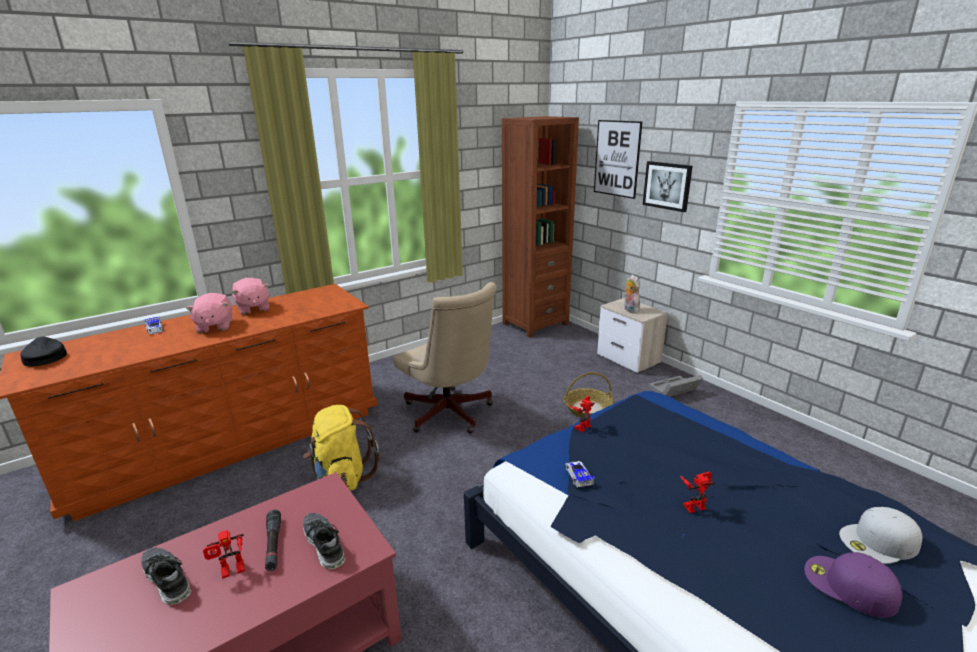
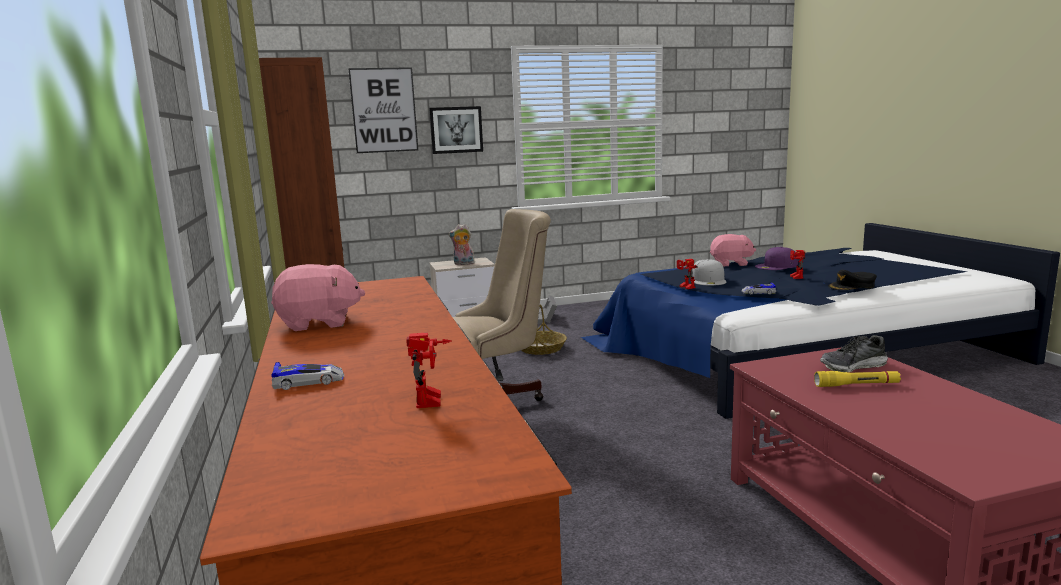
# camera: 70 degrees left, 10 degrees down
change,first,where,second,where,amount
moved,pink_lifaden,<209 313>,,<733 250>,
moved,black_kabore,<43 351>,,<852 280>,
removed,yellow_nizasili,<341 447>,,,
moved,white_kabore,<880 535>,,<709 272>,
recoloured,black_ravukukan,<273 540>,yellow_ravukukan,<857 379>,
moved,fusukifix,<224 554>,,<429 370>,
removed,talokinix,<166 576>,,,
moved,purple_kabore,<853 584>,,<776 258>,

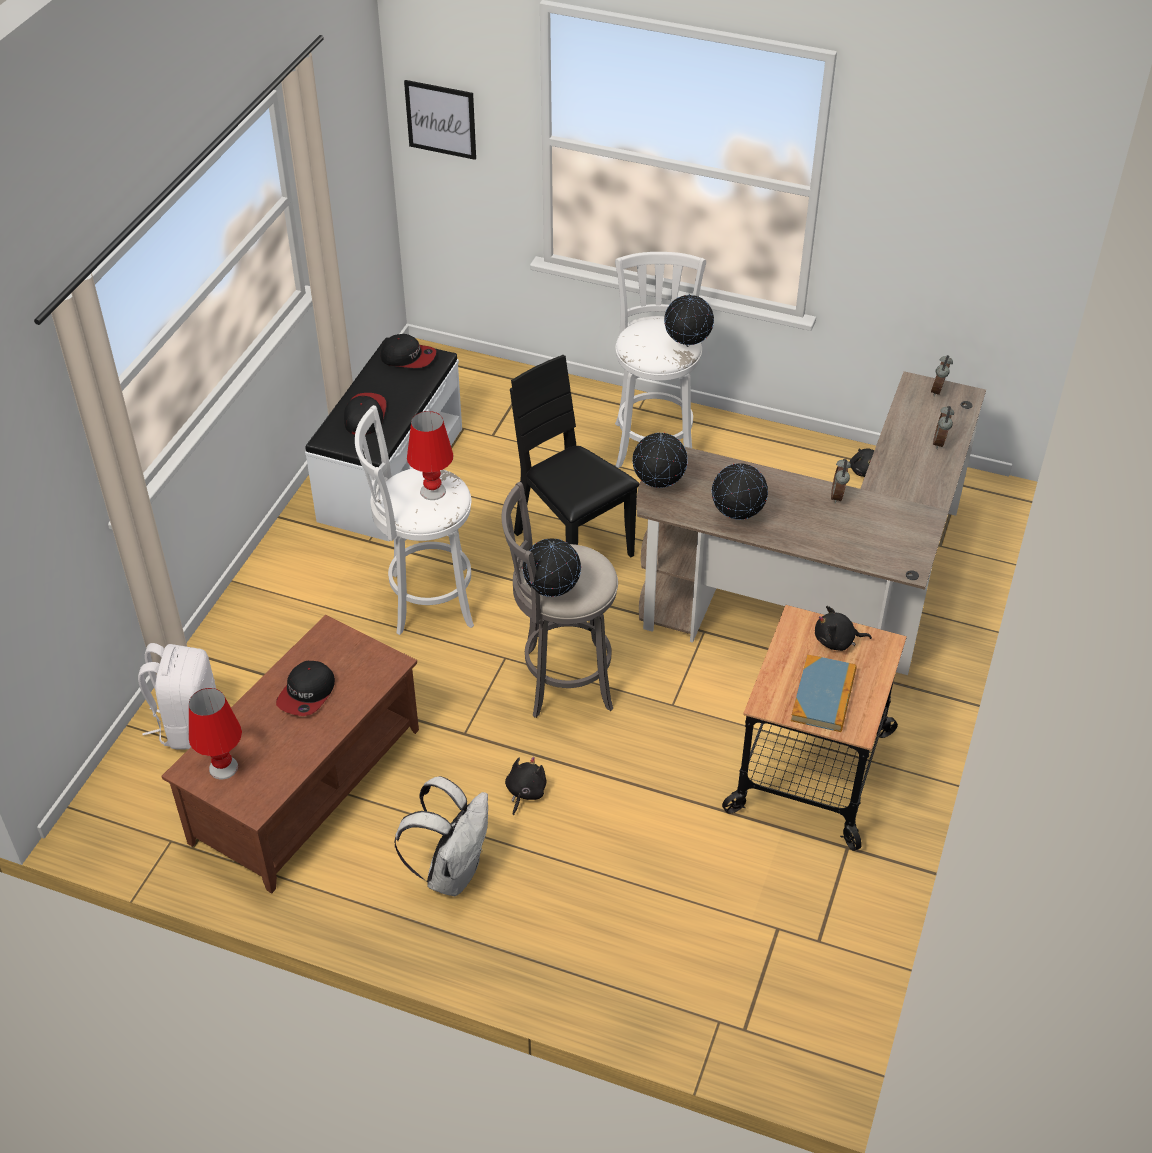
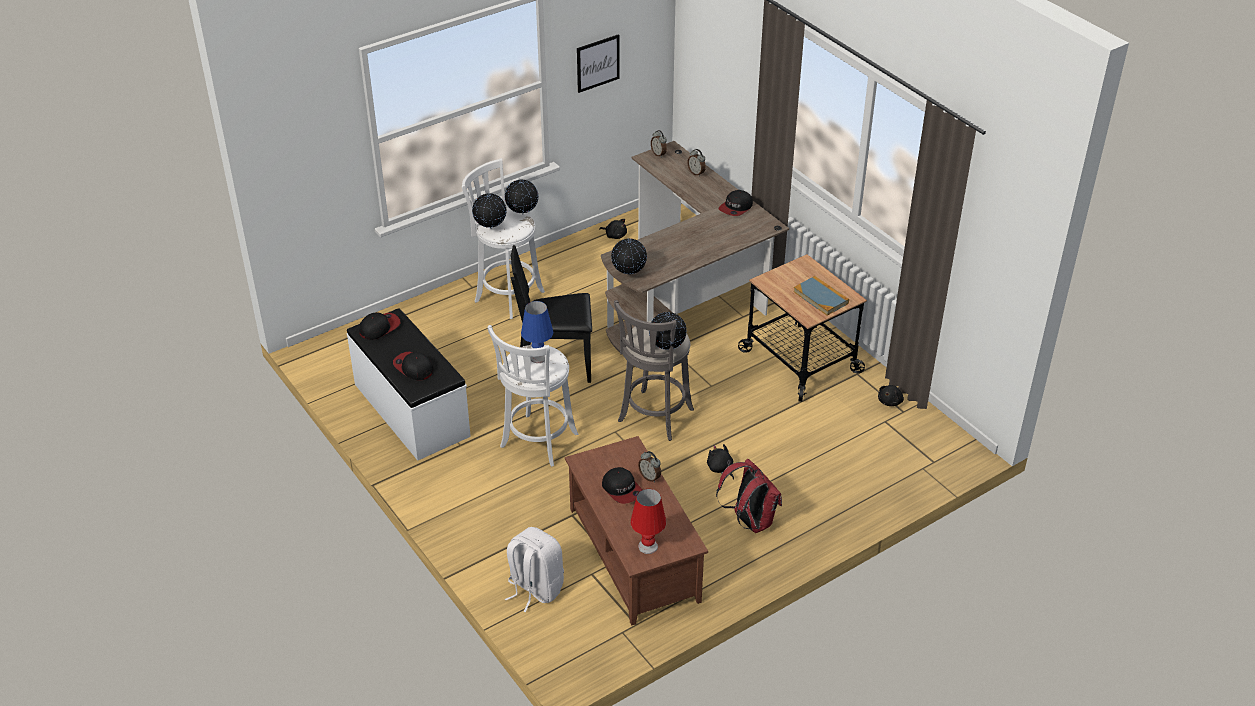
# camera: 55 degrees left, 5 degrees down
change,first,where,second,where,amount
moved,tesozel,<440 120>,,<598 63>,
recoloured,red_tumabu,<430 455>,blue_tumabu,<537 332>,
moved,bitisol,<841 481>,,<649 467>,
moved,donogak,<740 491>,,<489 211>,
moved,black_lifaden,<843 628>,,<891 395>,
recoloured,white_nizasili,<441 836>,red_nizasili,<749 496>,
added,,,kabore,<736 203>,

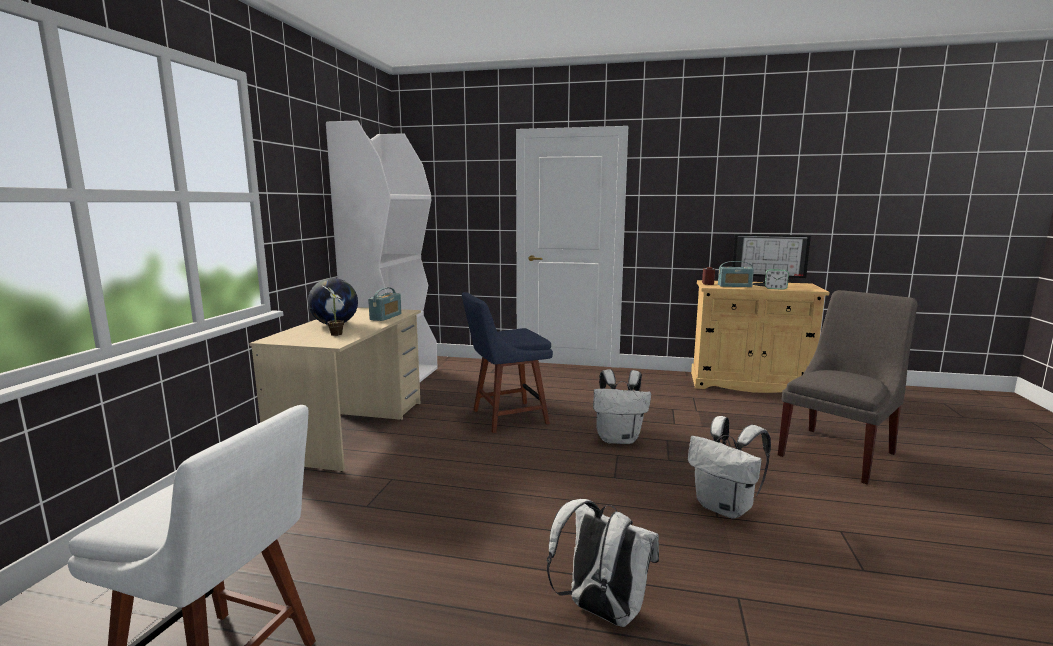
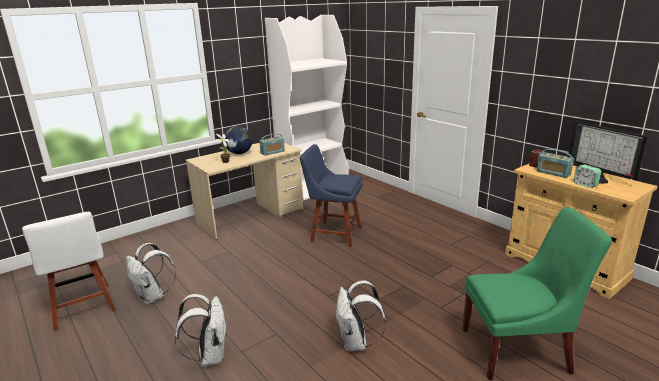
# camera: 40 degrees right, 10 degrees up
change,first,where,second,where,amount
recoloured,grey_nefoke,<848 387>,green_nefoke,<537 293>,
moved,white_nizasili,<622 406>,,<151 273>,

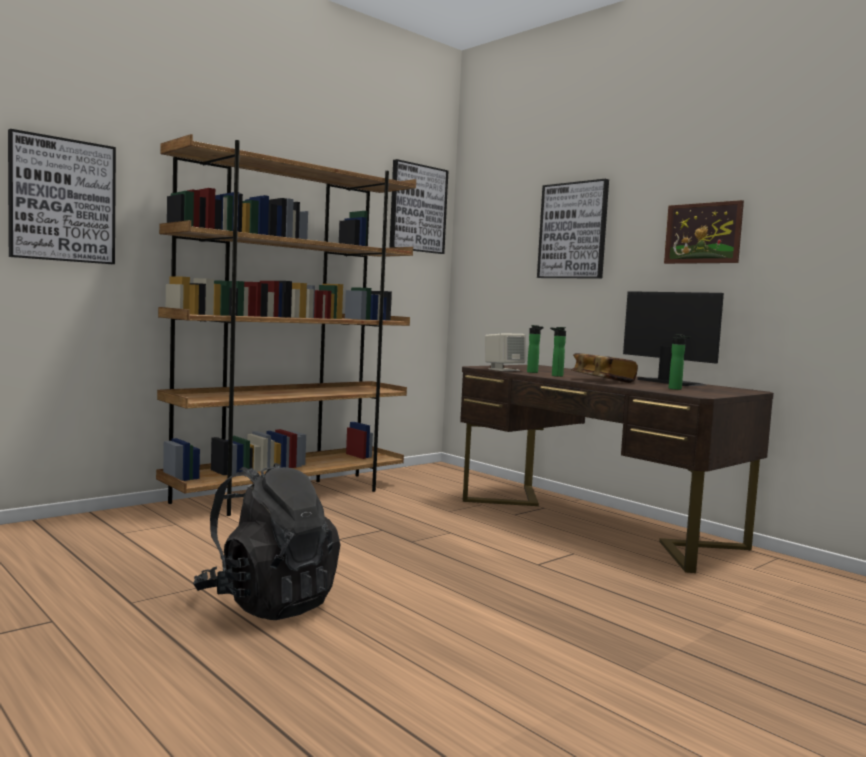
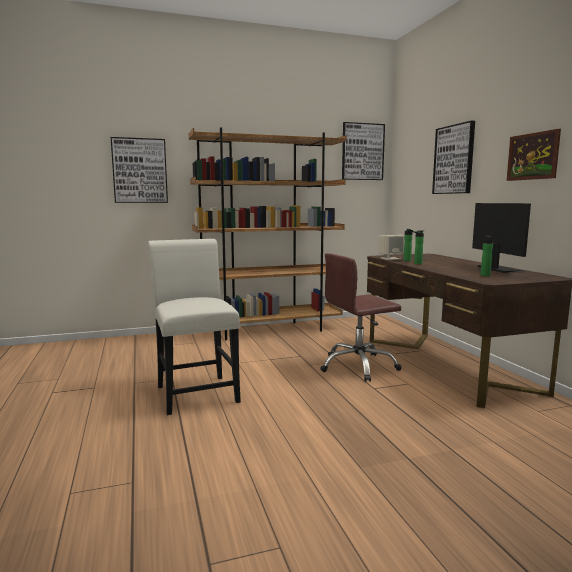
# camera: 25 degrees right, 5 degrees up
change,first,where,second,where,amount
removed,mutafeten,<604 368>,,,
replaced,black_nizasili,<266 541>,white_nefoke,<194 327>,
added,,,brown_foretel,<360 317>,

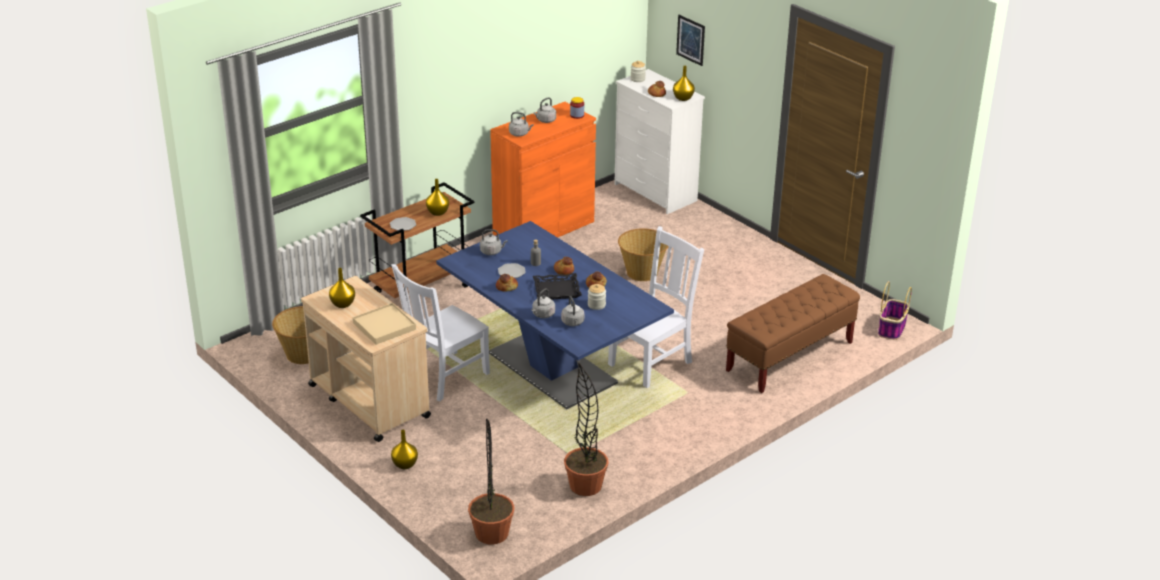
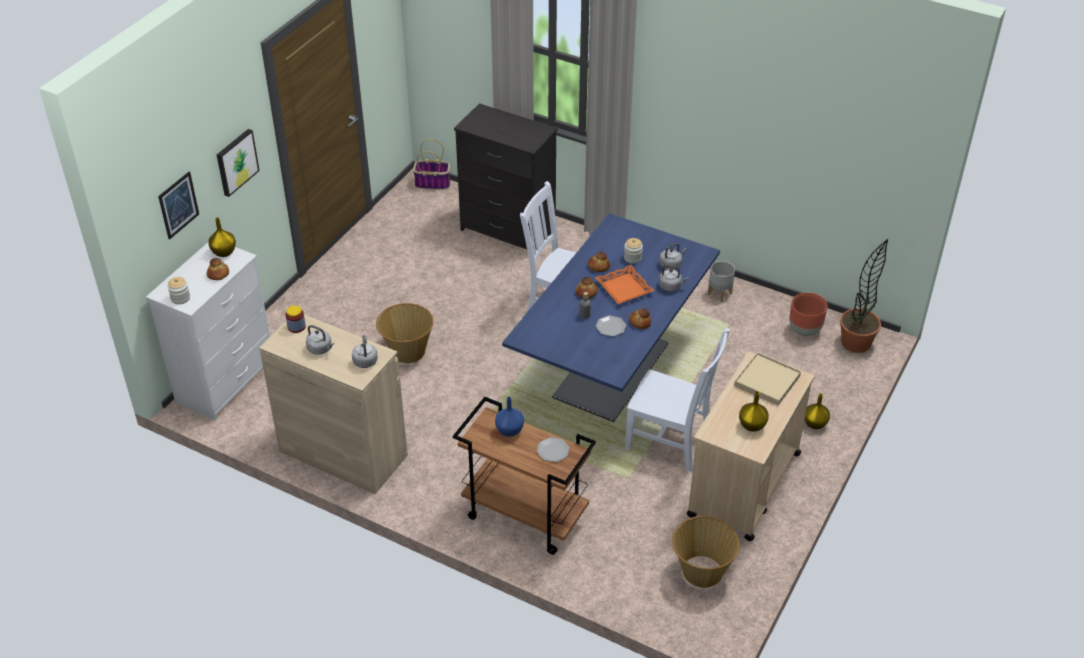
# camera: 110 degrees left, 10 degrees up
change,first,where,second,where,amount
recoloured,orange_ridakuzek,<543 170>,beige_ridakuzek,<333 404>,
recoloured,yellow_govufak,<437 197>,blue_govufak,<509 417>,
removed,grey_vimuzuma,<494 242>,,,
recoloured,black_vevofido,<557 286>,orange_vevofido,<624 284>,
replaced,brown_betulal,<793 333>,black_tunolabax,<506 176>,
removed,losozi,<586 429>,,,
added,,,tesozel,<238 163>,
added,,,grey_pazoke,<721 281>,
added,,,brown_pazoke,<808 314>,

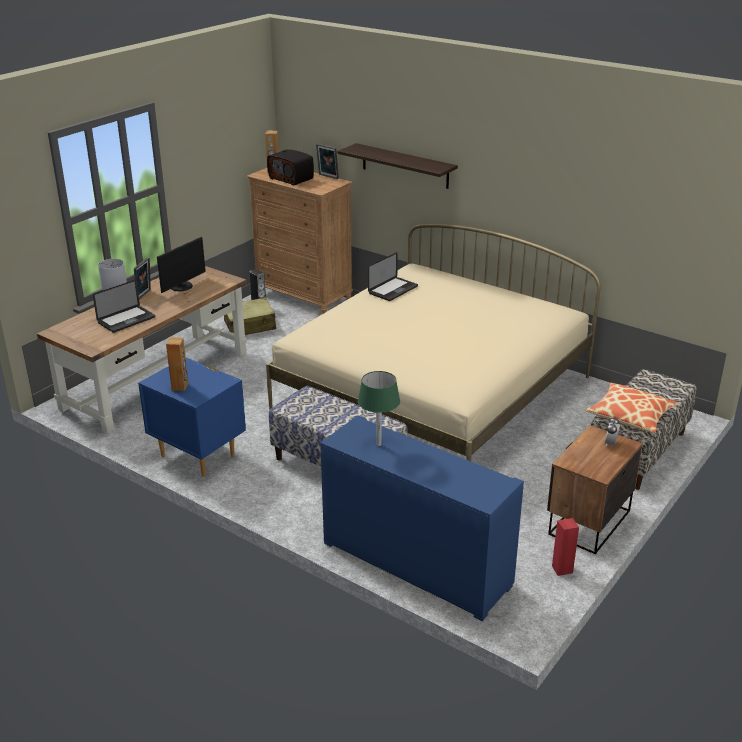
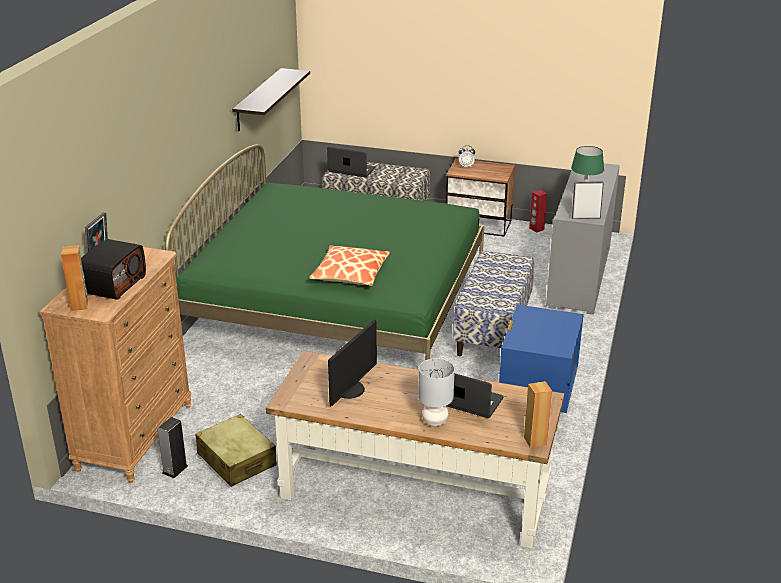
# camera: 110 degrees left, 0 degrees up
change,first,where,second,where,amount
moved,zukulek,<397 166>,,<271 99>,
recoloured,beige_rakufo,<433 342>,green_rakufo,<324 252>,
turned,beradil,<181 265>,,<352 363>,105 degrees clockwise
moved,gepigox,<393 276>,,<351 162>,
moved,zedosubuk,<142 278>,,<588 200>,
moved,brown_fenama,<177 364>,,<538 414>,
moved,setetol,<632 408>,,<349 265>,
recoloured,blue_ridakuzek,<422 518>,grey_ridakuzek,<583 239>,

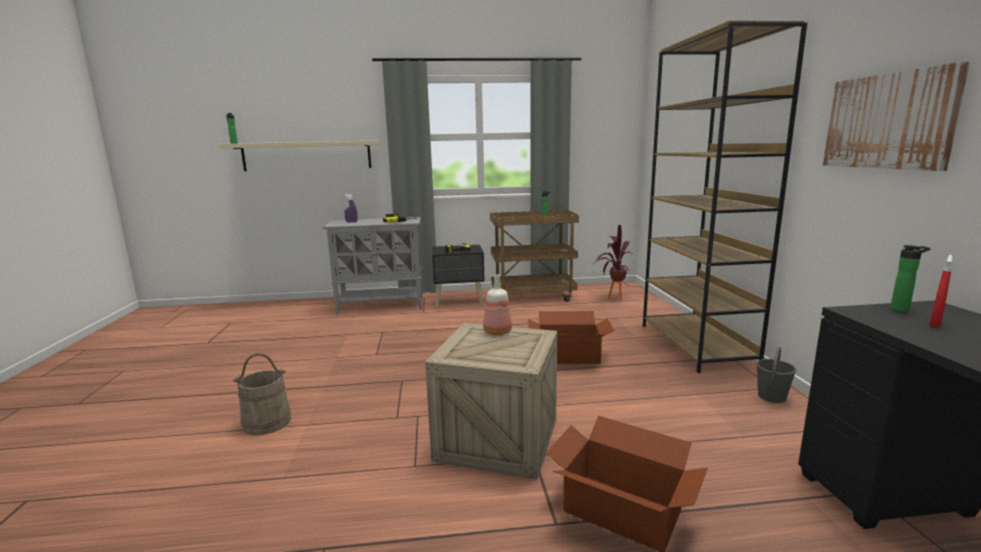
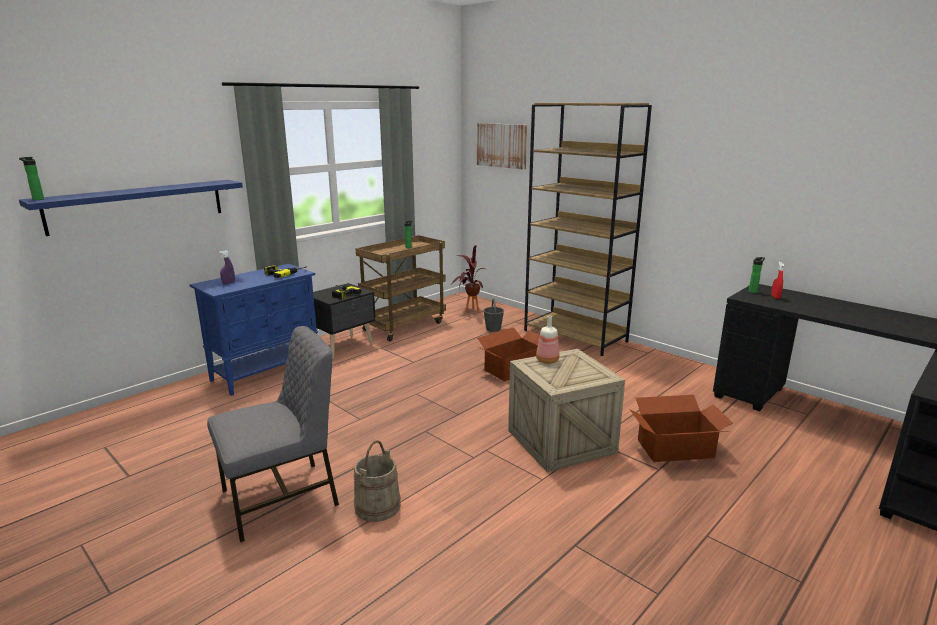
# camera: 40 degrees left, 5 degrees up
change,first,where,second,where,amount
moved,tesozel,<896 116>,,<502 146>,
recoloured,beige_zukulek,<299 156>,blue_zukulek,<131 208>,
recoloured,grey_ridakuzek,<373 265>,blue_ridakuzek,<253 330>,
moved,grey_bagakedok,<776 374>,,<493 315>,
added,,,grey_nefoke,<273 434>,

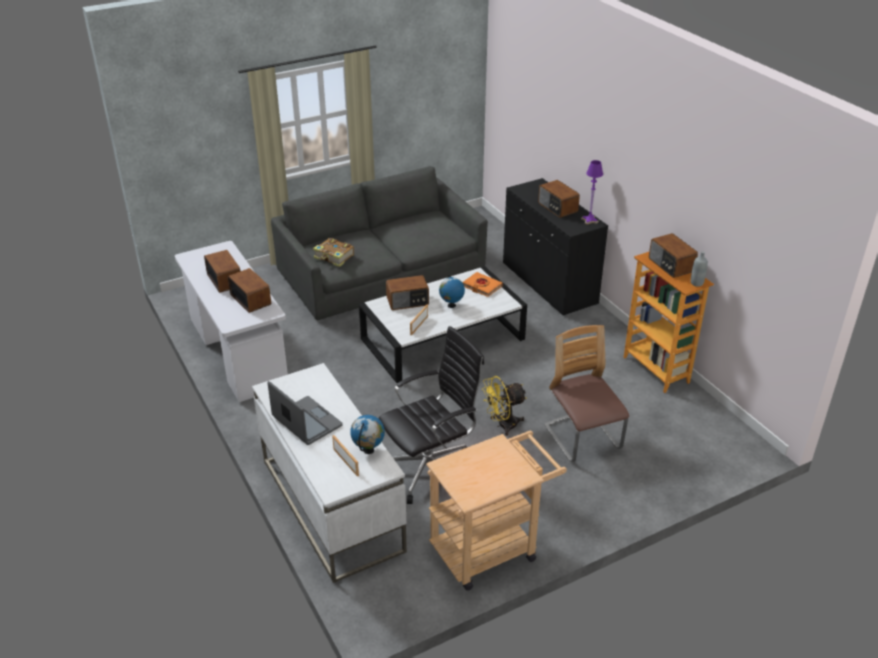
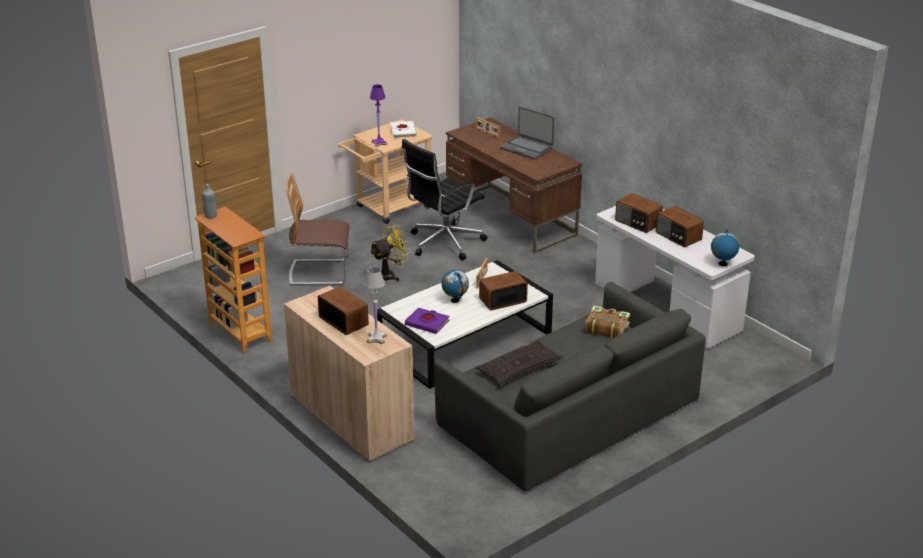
# camera: 170 degrees right, 5 degrees down
change,first,where,second,where,amount
moved,purple_tumabu,<592 192>,,<379 115>,
recoloured,black_ridakuzek,<555 247>,beige_ridakuzek,<349 374>,
removed,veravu,<673 255>,,,
recoloured,orange_mutafeten,<482 284>,purple_mutafeten,<427 321>,
turned,nefoke,<586 393>,,<317 229>,120 degrees clockwise
recoloured,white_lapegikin,<329 473>,brown_lapegikin,<514 185>,
moved,donogak,<367 434>,,<725 248>,
added,,,white_mutafeten,<403 129>,
added,,,white_tumabu,<375 305>,
added,,,setetol,<519 363>,

